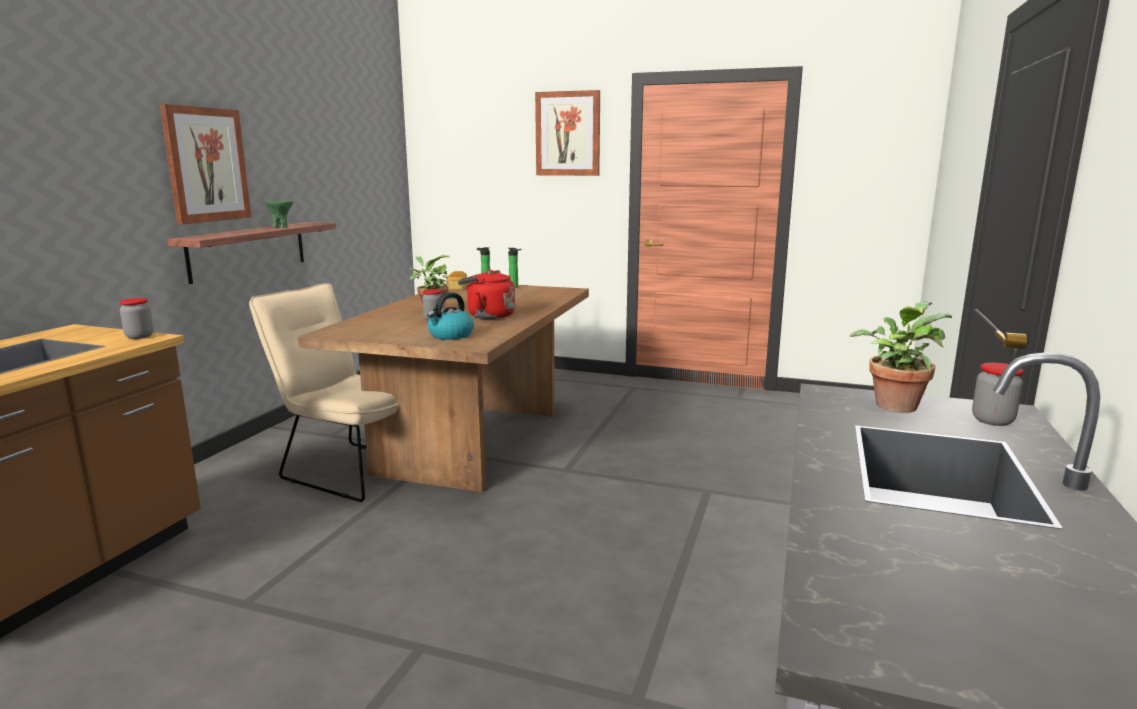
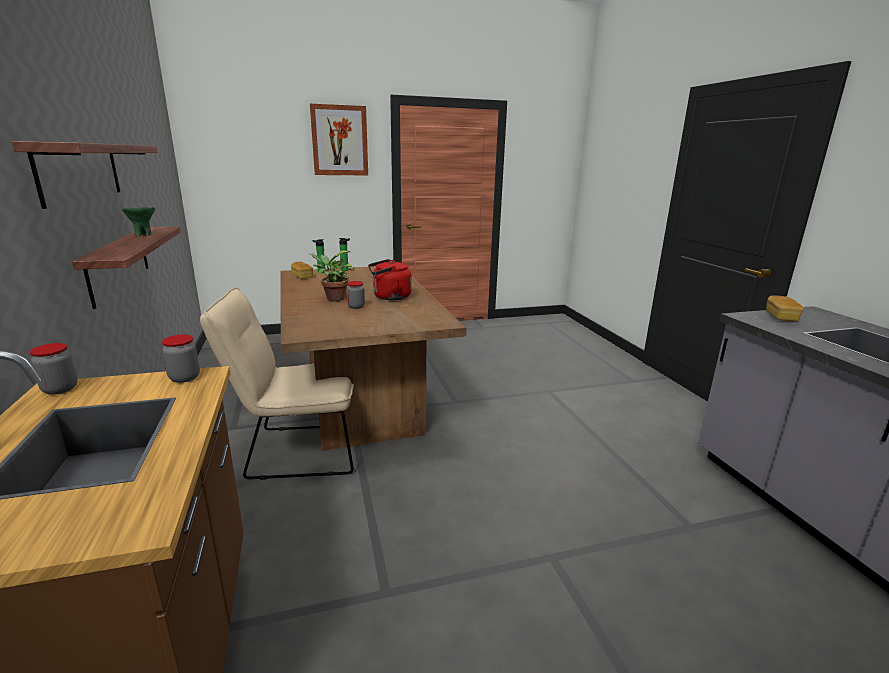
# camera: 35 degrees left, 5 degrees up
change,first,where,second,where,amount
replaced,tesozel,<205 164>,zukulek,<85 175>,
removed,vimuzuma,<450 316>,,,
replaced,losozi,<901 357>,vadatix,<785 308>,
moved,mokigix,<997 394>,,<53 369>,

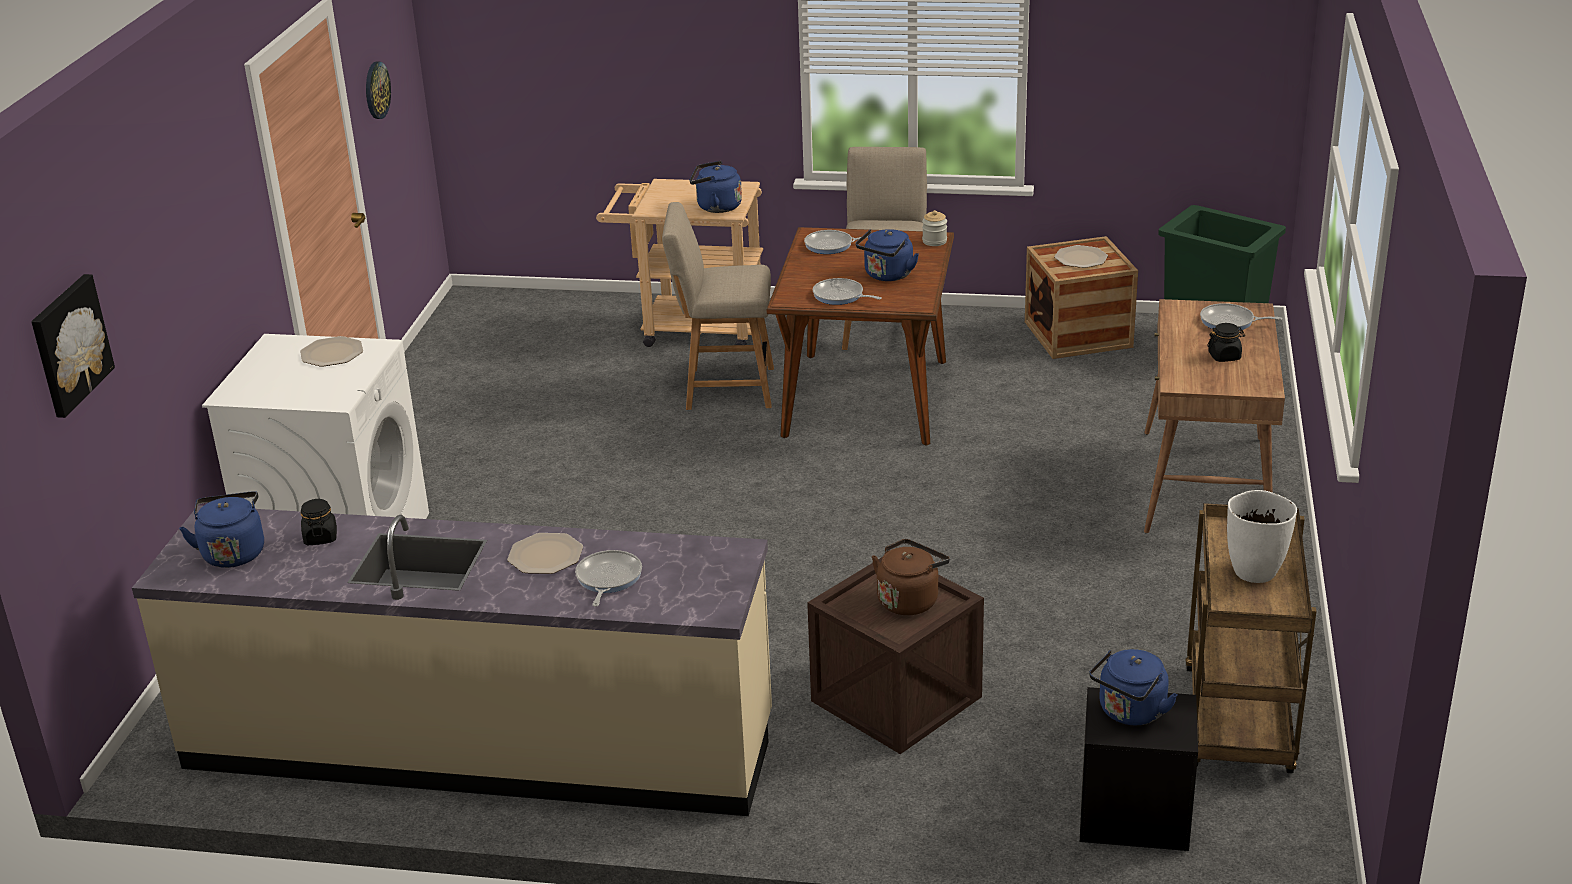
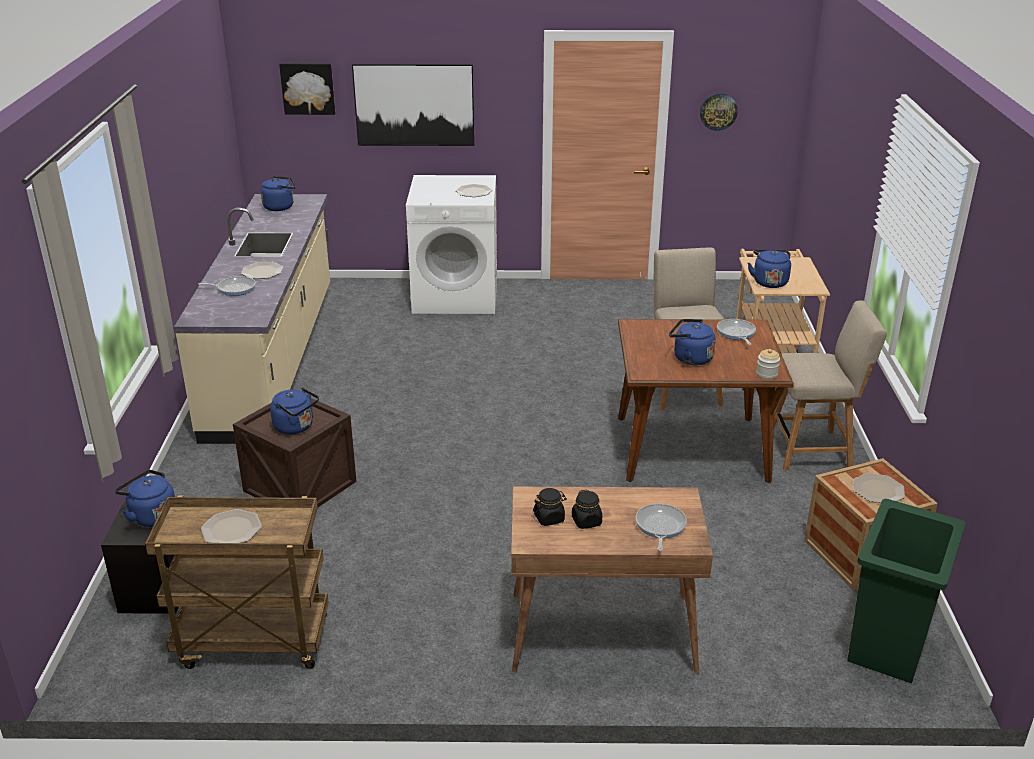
# camera: 80 degrees right, 0 degrees up
change,first,where,second,where,amount
removed,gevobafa,<847 291>,,,
replaced,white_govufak,<1262 536>,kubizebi,<231 526>,
moved,black_mokigix,<318 522>,,<550 507>,
recoloured,brown_vimuzuma,<911 577>,blue_vimuzuma,<294 410>,
added,,,tesozel,<413 105>,

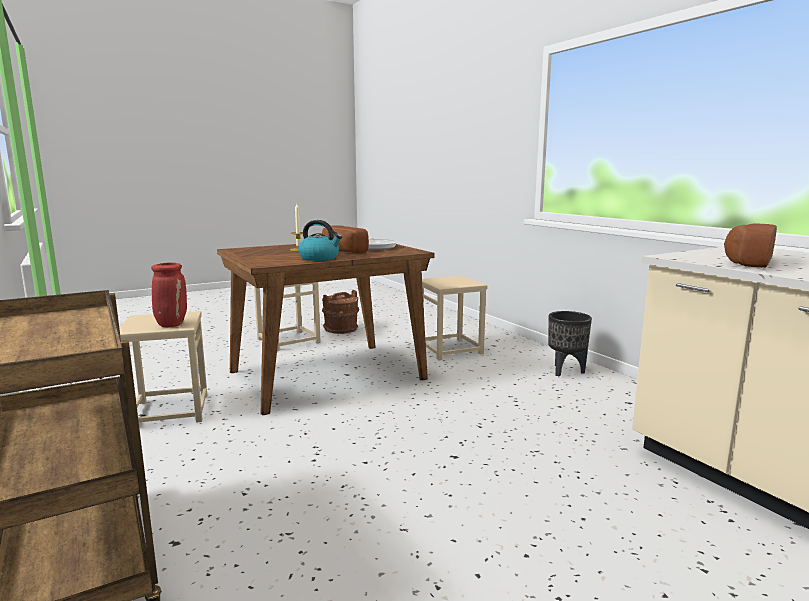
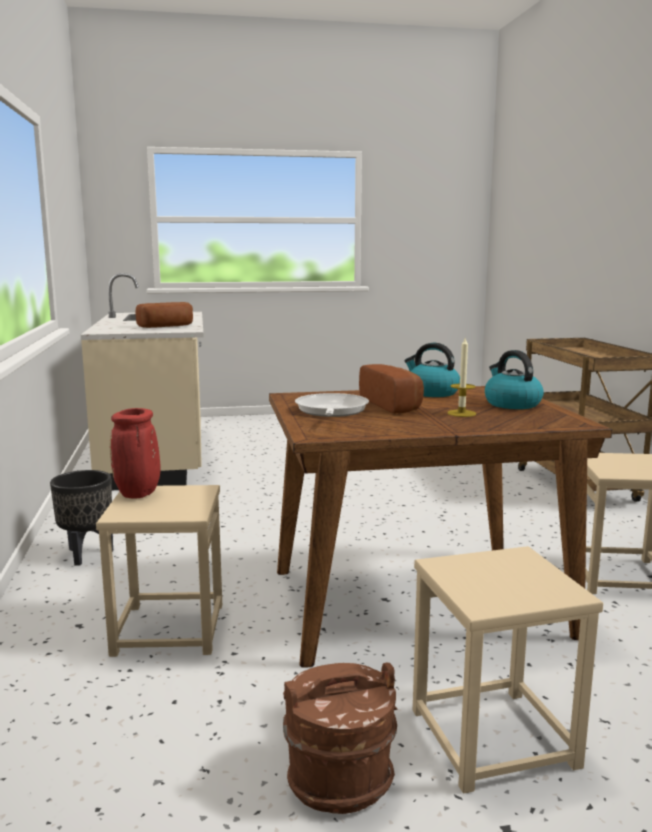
# camera: 160 degrees left, 0 degrees up
change,first,where,second,where,amount
moved,red_govufak,<169 295>,,<135 453>,
added,,,vimuzuma,<514 379>,

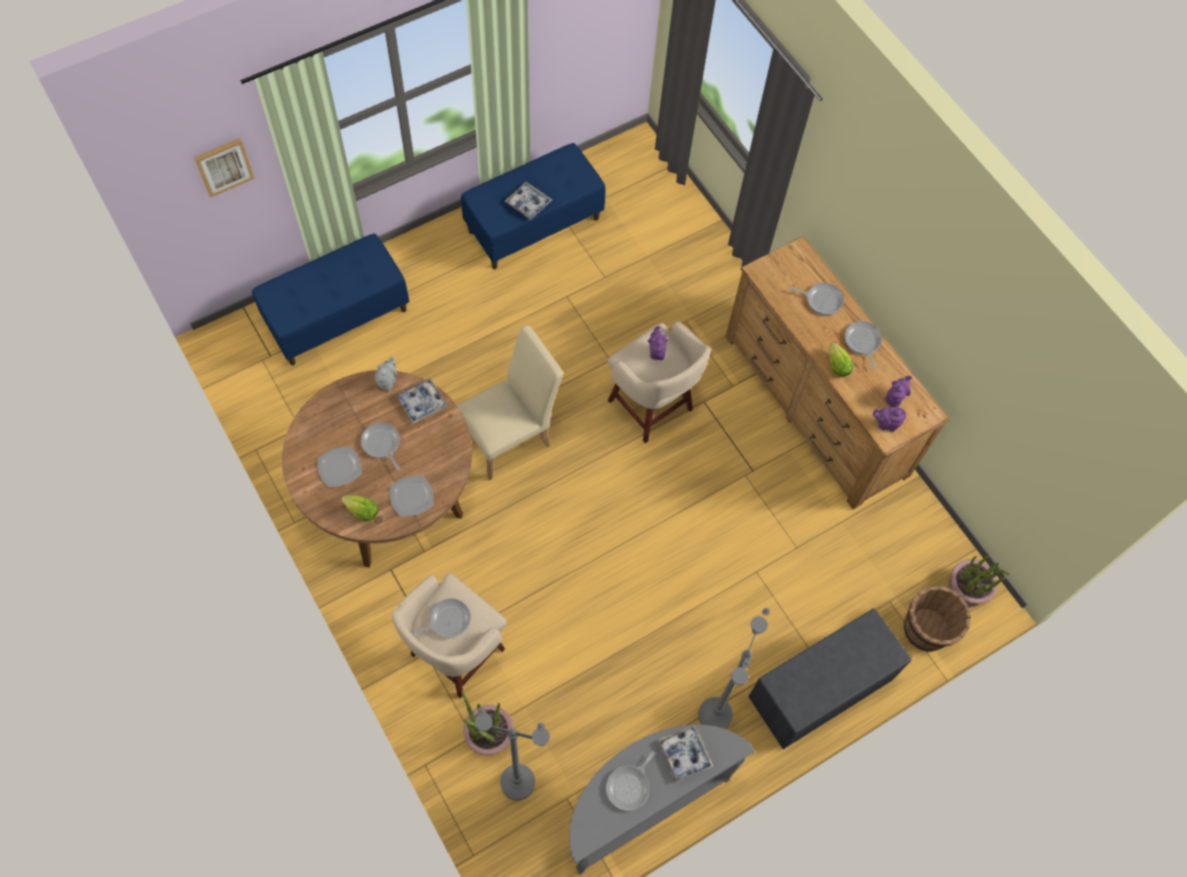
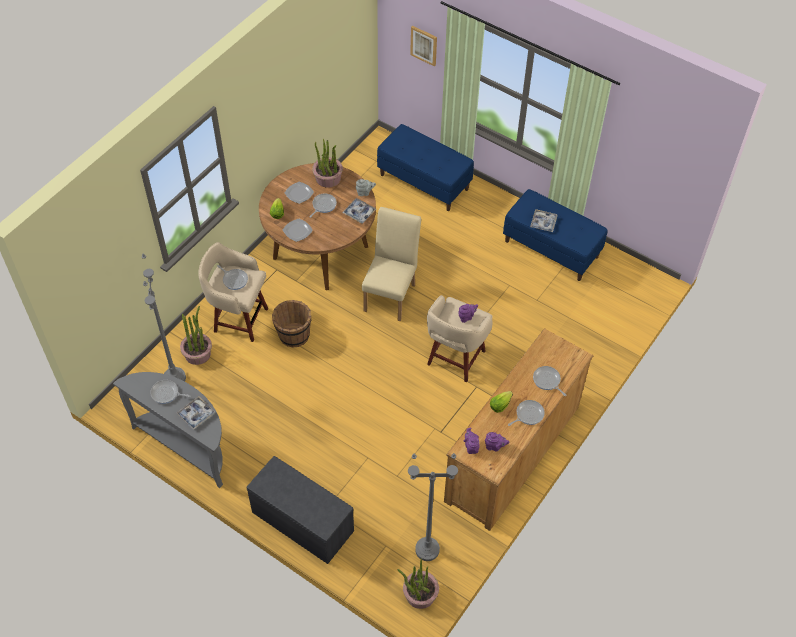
# camera: 70 degrees right, 10 degrees down
change,first,where,second,where,amount
turned,gevobafa,<816 299>,,<549 381>,150 degrees clockwise
turned,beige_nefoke,<510 402>,,<391 264>,105 degrees counterclockwise
moved,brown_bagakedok,<937 619>,,<291 324>,
moved,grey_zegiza,<734 668>,,<433 507>,
added,,,losozi,<327 163>,

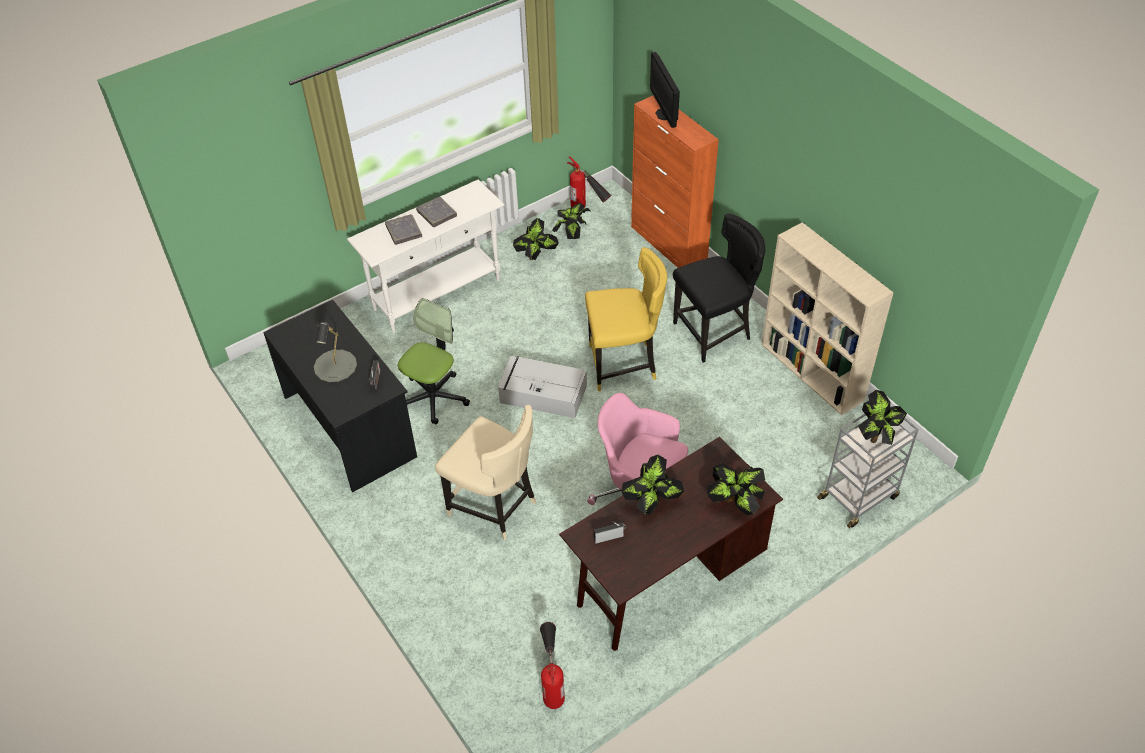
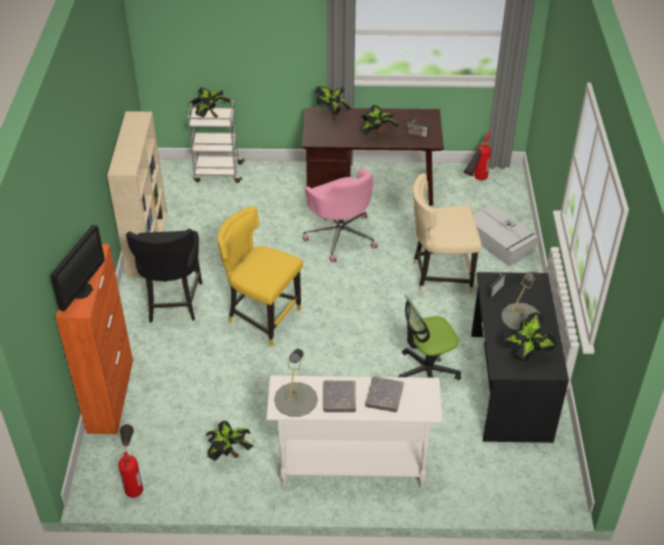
# camera: 145 degrees left, 5 degrees down
change,first,where,second,where,amount
moved,losozi,<571 221>,,<530 336>,
turned,black_nefoke,<719 288>,,<164 275>,105 degrees counterclockwise
moved,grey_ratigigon,<542 386>,,<505 235>,
turned,beige_nefoke,<485 472>,,<447 233>,75 degrees counterclockwise
added,,,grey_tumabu,<296 383>,

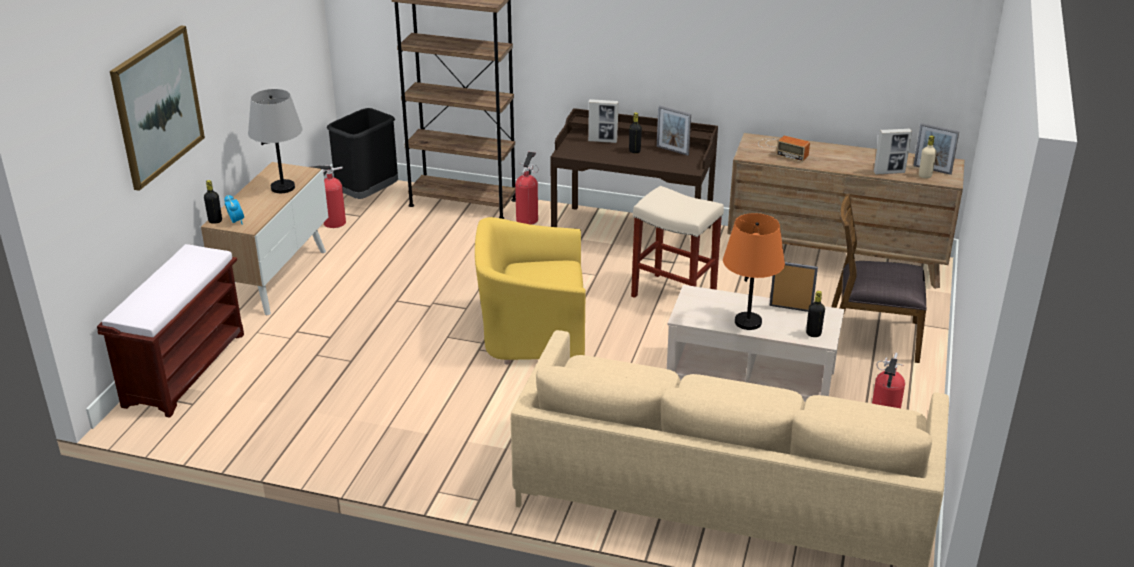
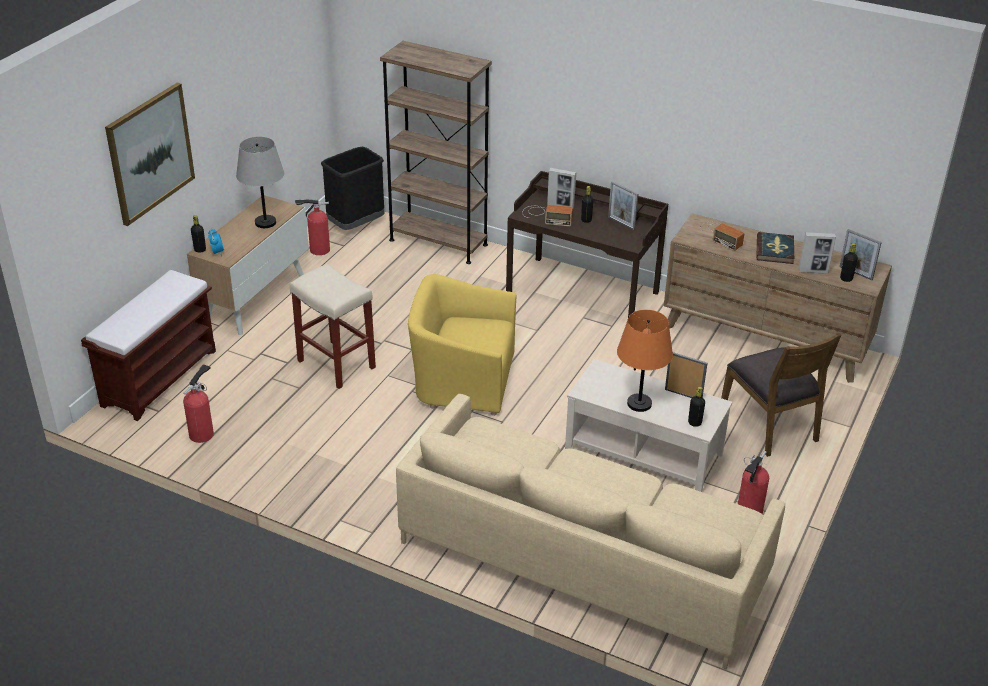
# camera: 10 degrees right, 5 degrees up
change,first,where,second,where,amount
recoloured,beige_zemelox,<928 156>,black_zemelox,<849 262>,
moved,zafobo,<527 188>,,<198 403>,
moved,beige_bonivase,<677 242>,,<333 326>,
turned,brown_nefoke,<879 278>,,<781 394>,135 degrees counterclockwise
added,,,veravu,<547 215>,
added,,,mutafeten,<775 248>,

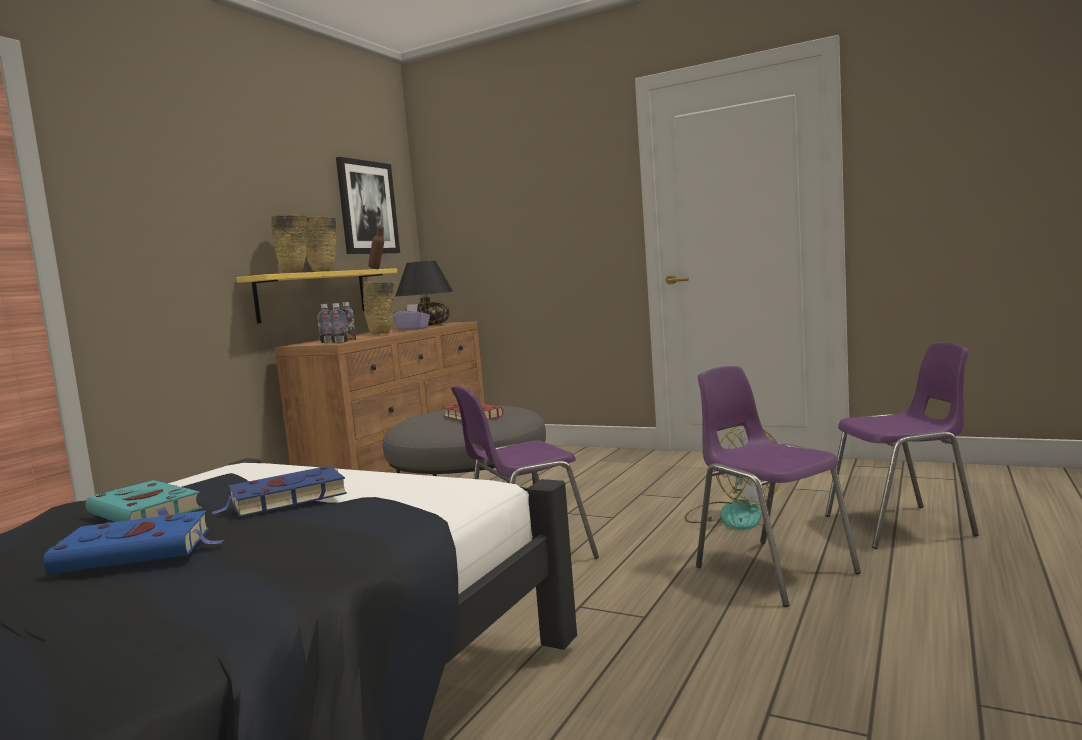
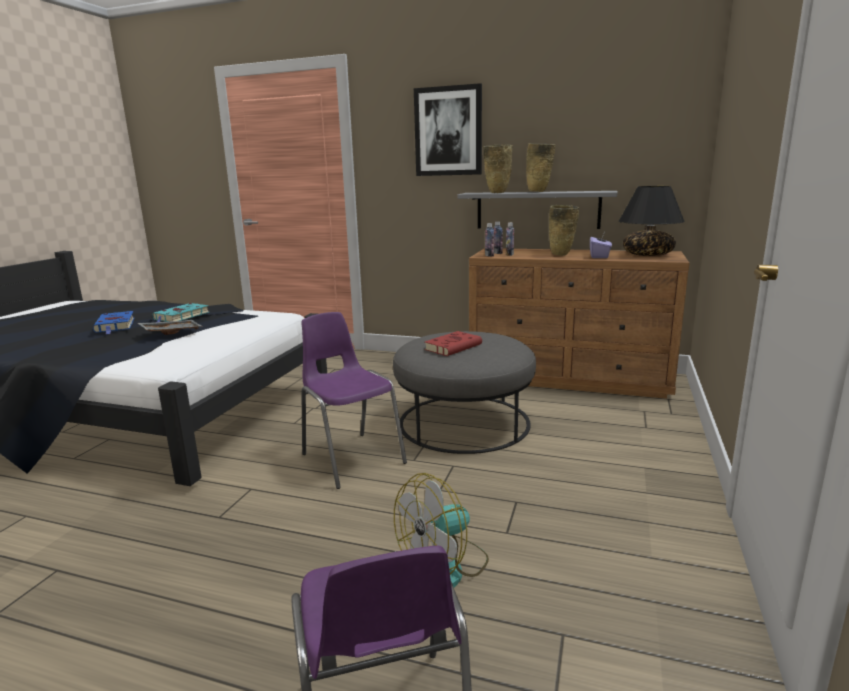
# camera: 80 degrees right, 10 degrees up
change,first,where,second,where,amount
moved,tesozel,<368 205>,,<448 129>,
removed,brown_zemelox,<376 247>,,,
recoloured,yellow_zukulek,<317 295>,grey_zukulek,<538 210>,
removed,purple_nefoke,<778 486>,,,
replaced,blue_mutafeten,<279 491>,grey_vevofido,<170 327>,

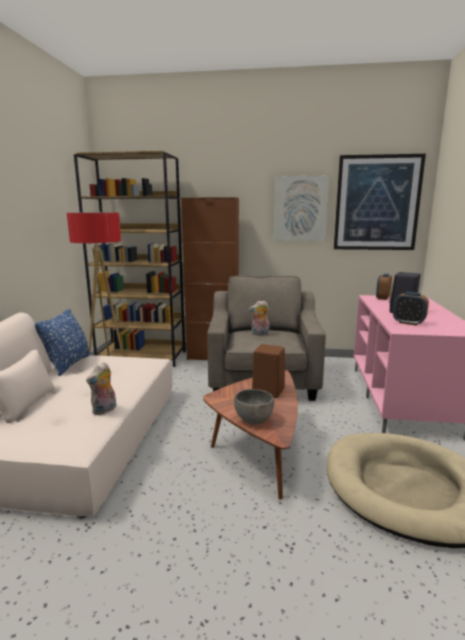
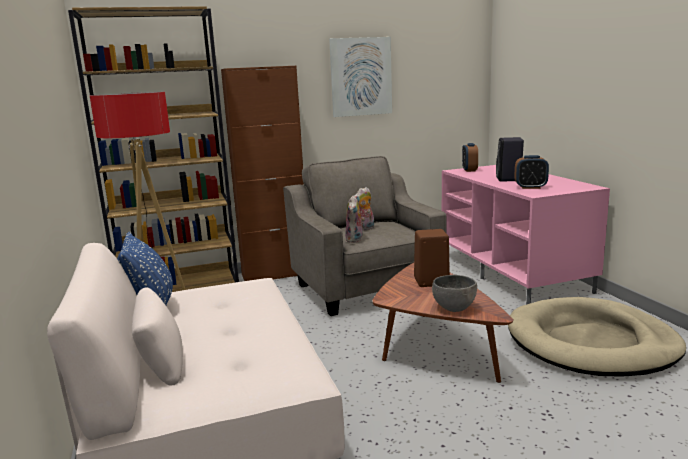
# camera: 25 degrees left, 0 degrees up
change,first,where,second,where,amount
removed,tesozel,<380 202>,,,
moved,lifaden,<101 388>,,<355 219>,

